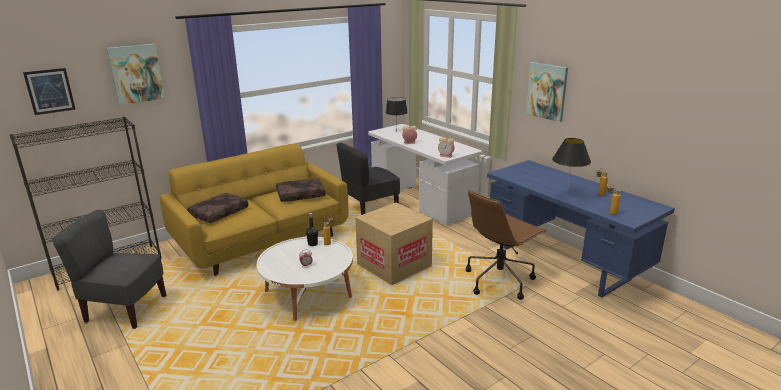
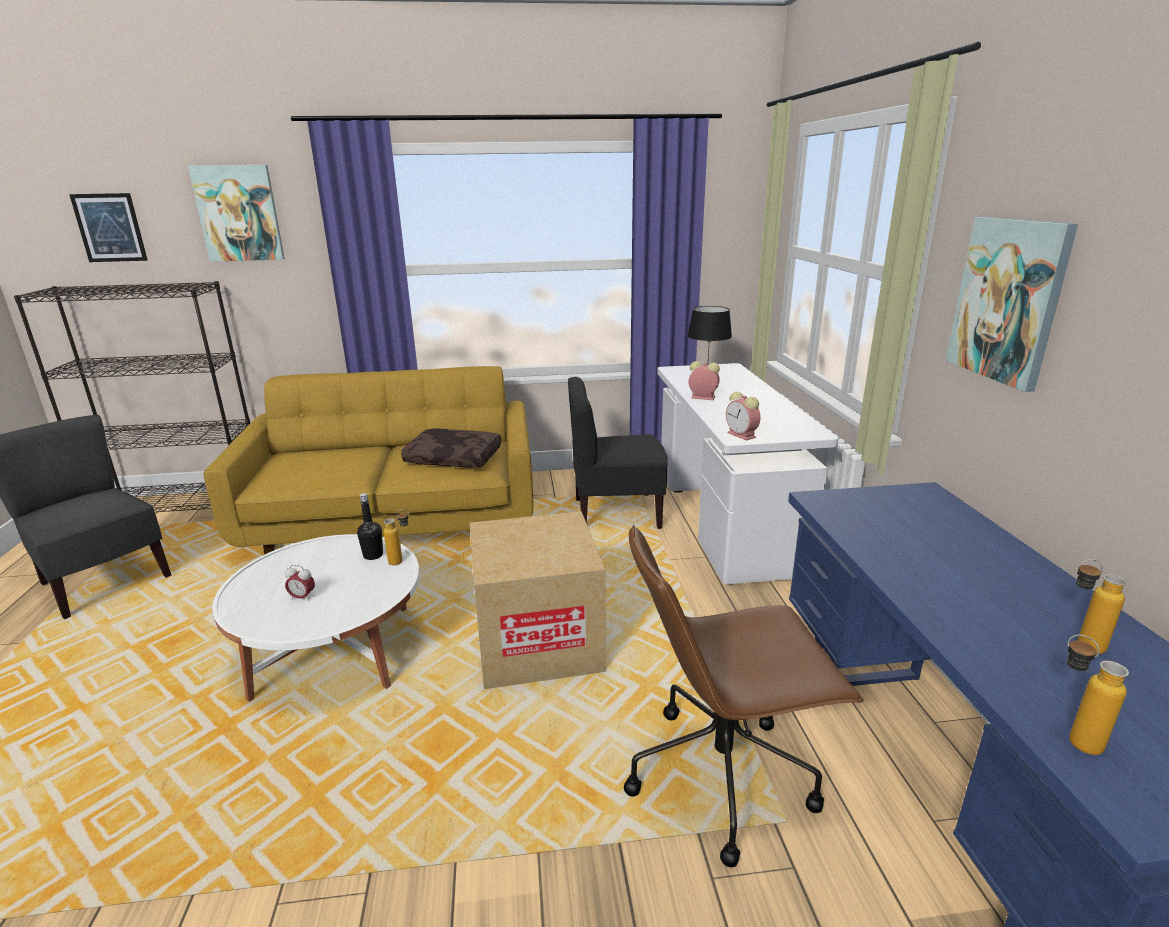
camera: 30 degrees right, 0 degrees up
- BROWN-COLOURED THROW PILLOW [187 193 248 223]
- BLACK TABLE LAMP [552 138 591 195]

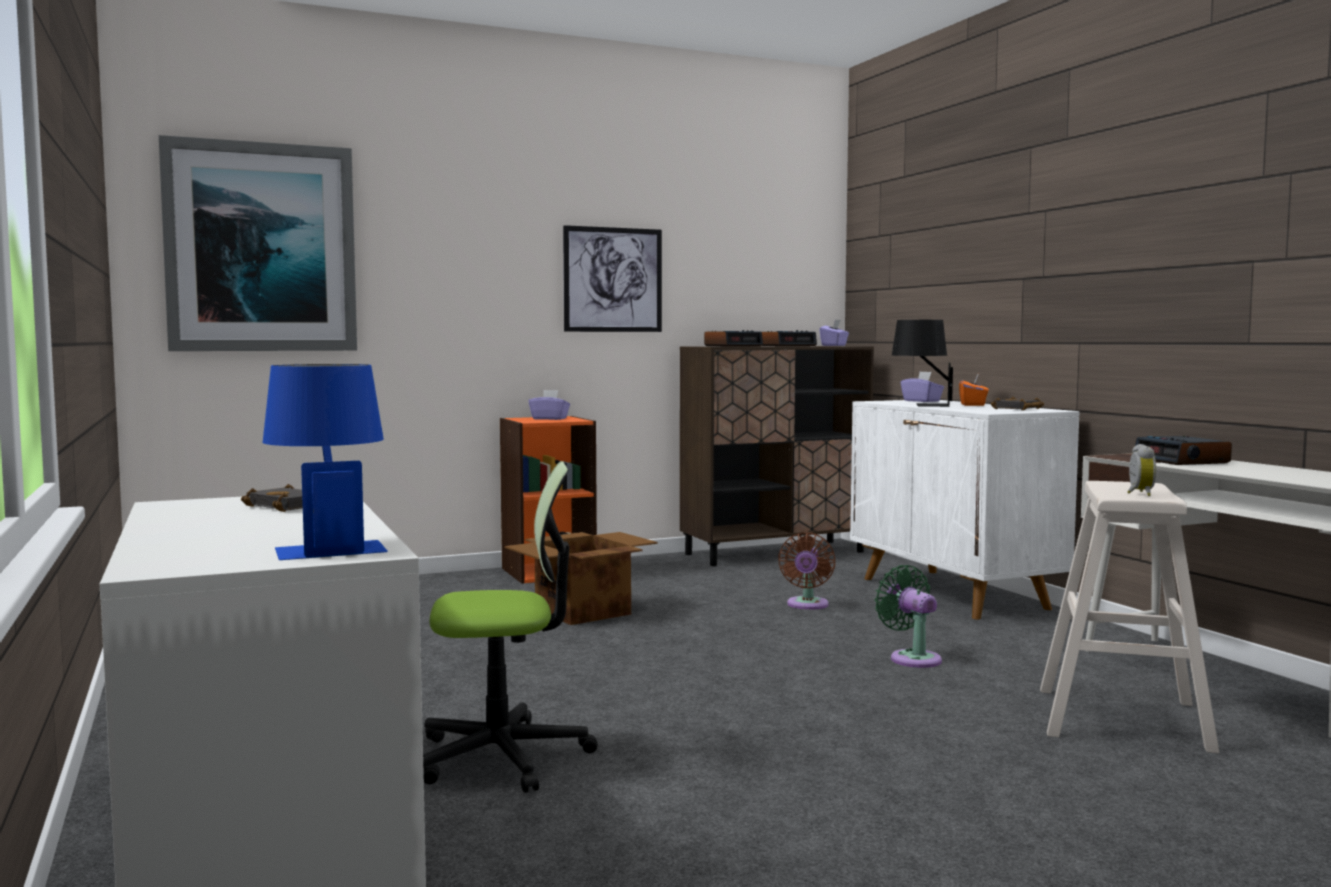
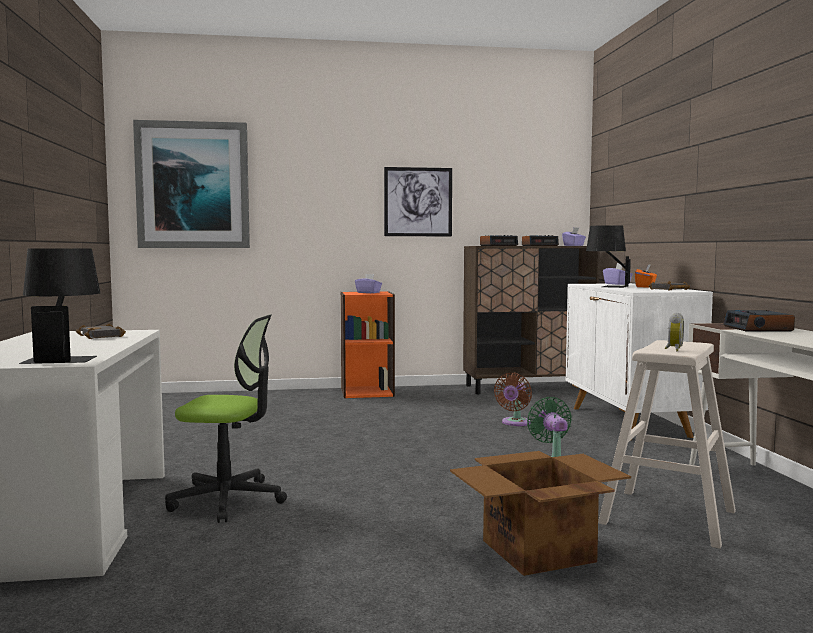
camera: 15 degrees right, 0 degrees up
~ BLUE-COLOURED TABLE LAMP [263 364 388 560] to BLACK TABLE LAMP [19 248 100 364]
~ PACKING BOX [505 532 657 625] to [450 451 631 576]

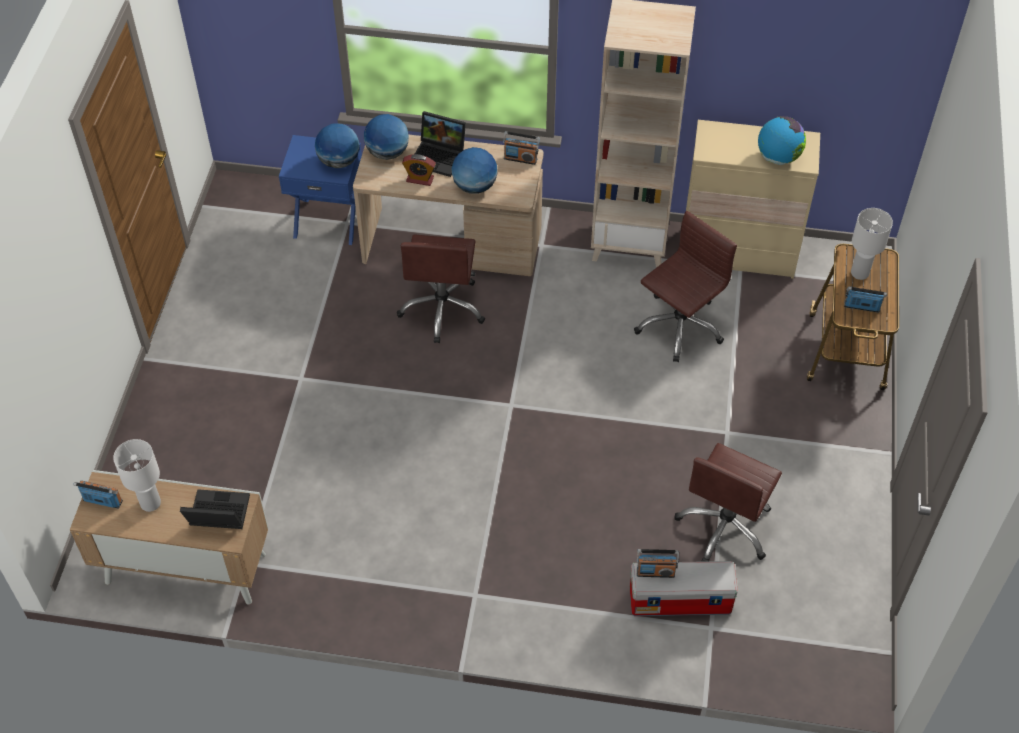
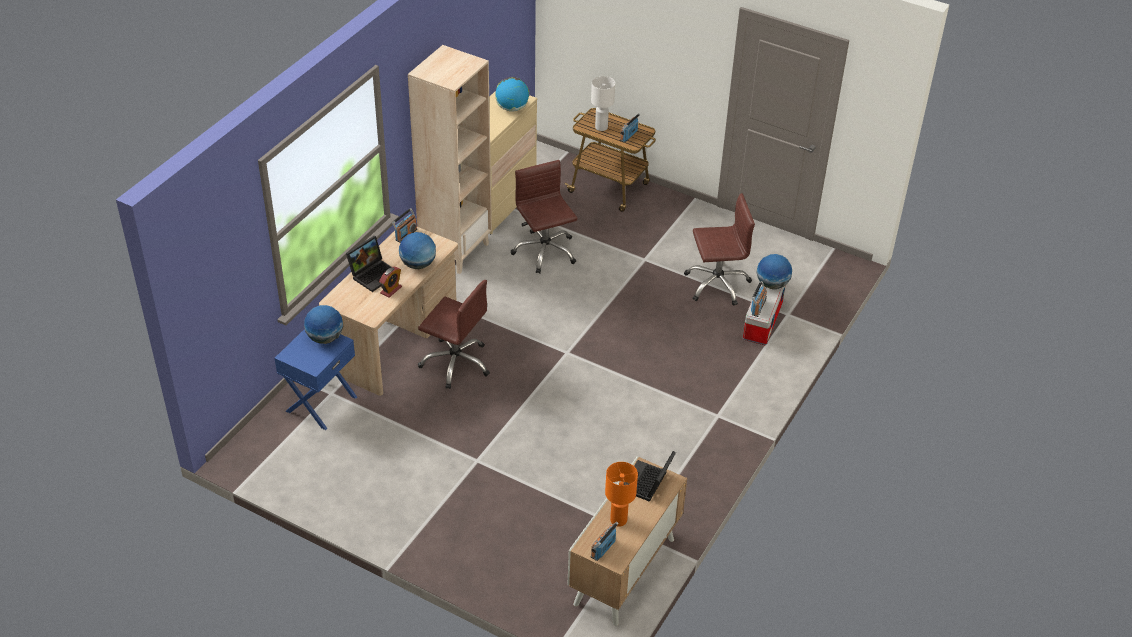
camera: 70 degrees left, 10 degrees down
~ WHITE TABLE LAMP [113 439 161 512] to ORANGE-COLOURED TABLE LAMP [605 462 638 527]
~ WORLD GLOBE [364 114 409 160] to [757 254 792 289]
~ BROWN-COLOURED COMPUTER CHAIR [674 443 782 562] = [684 193 755 306] 60 degrees counterclockwise

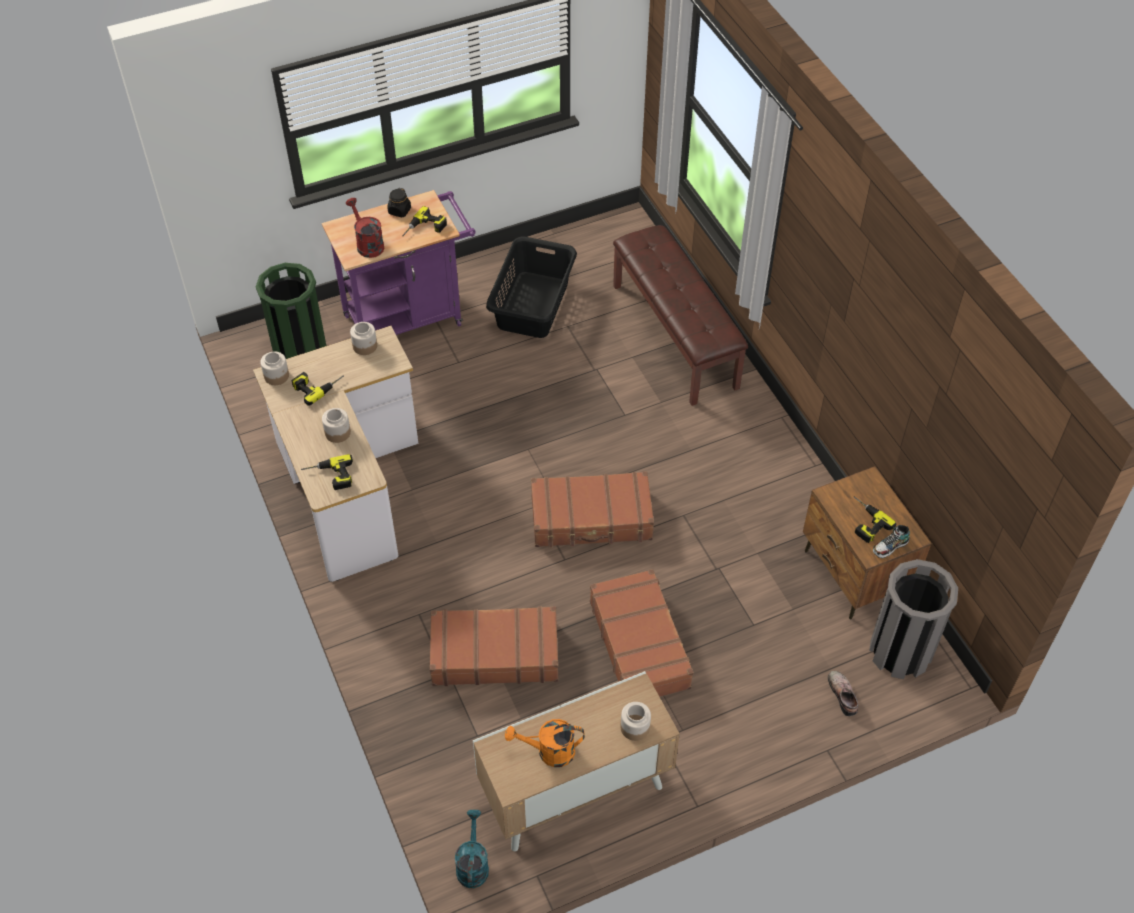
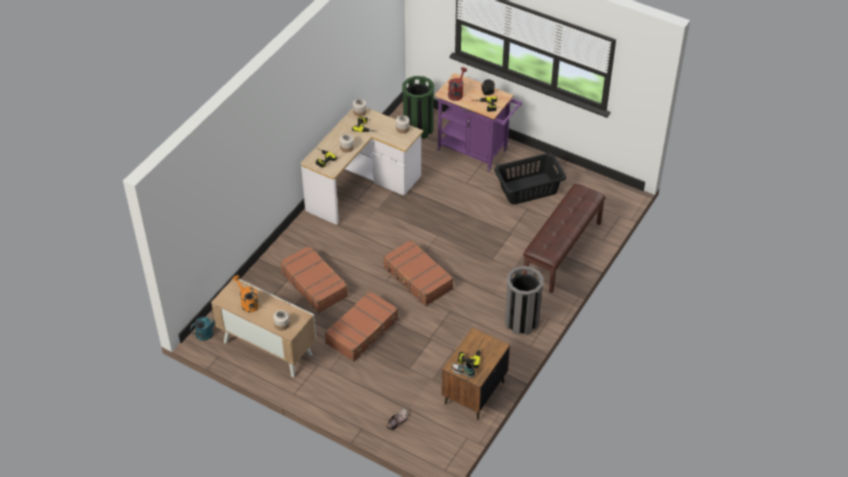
camera: 55 degrees right, 5 degrees down
~ GREYISH TRASH CAN [869 559 958 679] to [505 266 544 335]

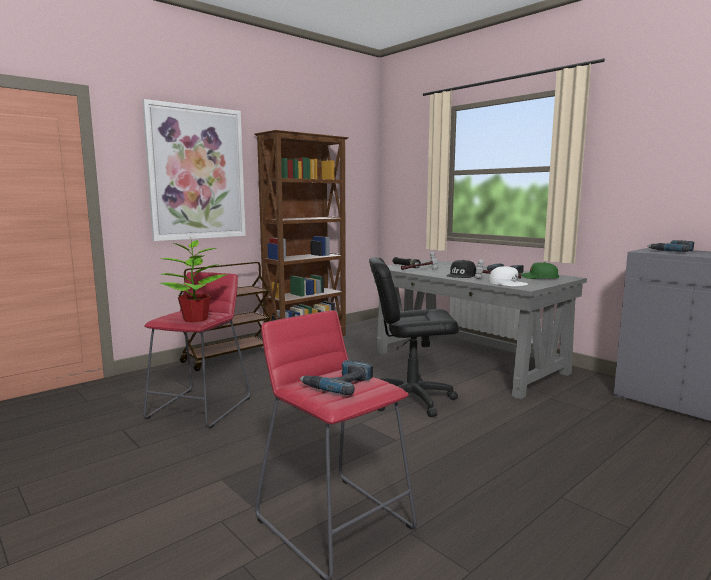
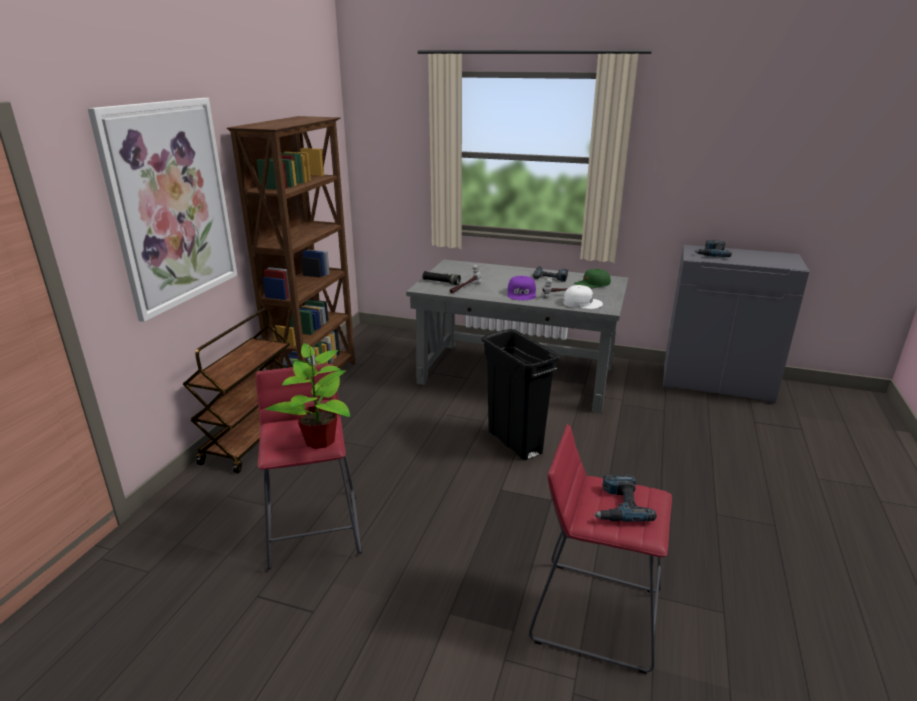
camera: 30 degrees left, 15 degrees up
~ BLACK COMPUTER CHAIR [369 257 459 417] to BLACK TRASH CAN [482 329 560 460]
~ BLACK PEAKED CAP [446 260 476 278] to PURPLE-COLOURED PEAKED CAP [507 276 536 300]

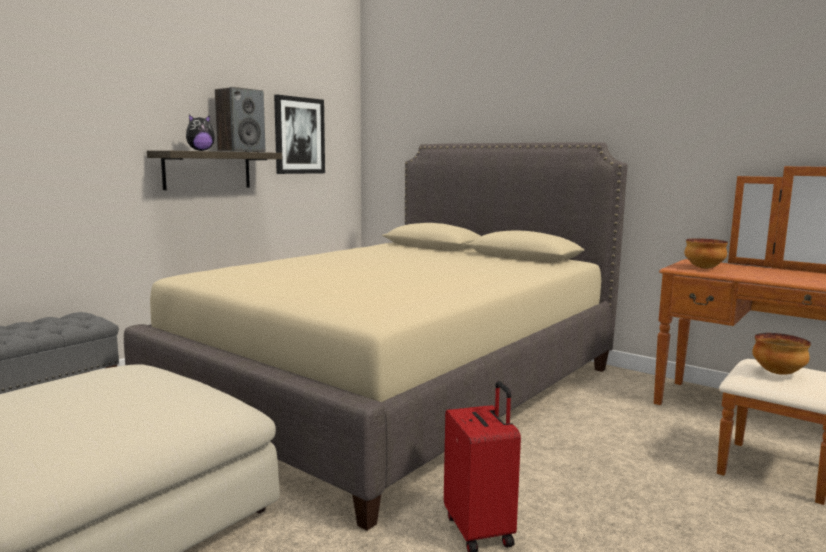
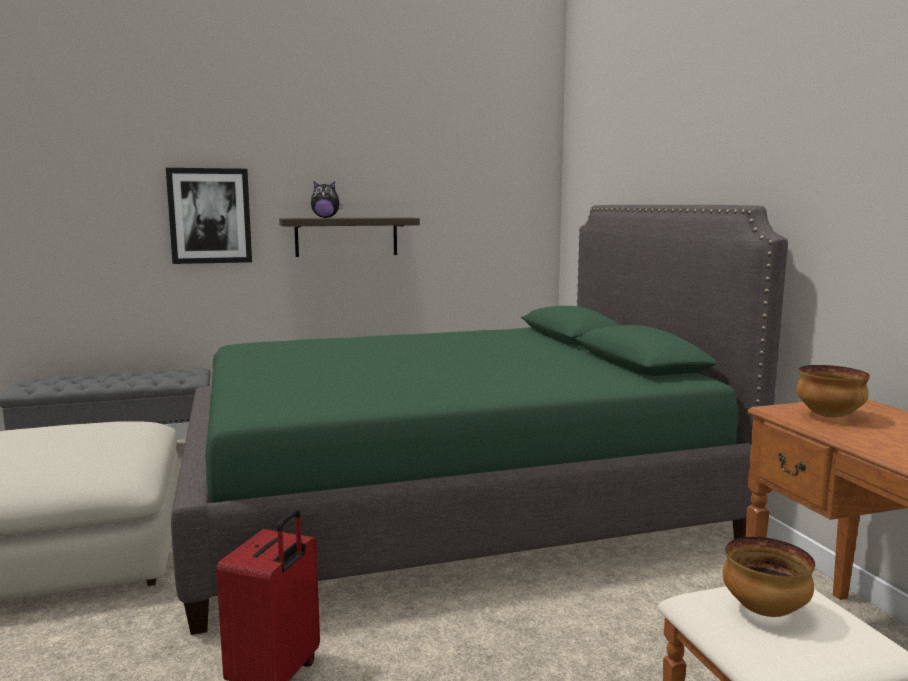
camera: 35 degrees right, 0 degrees up
~ SAND-COLOURED BEDROOM BED [124 142 628 531] to GREEN BEDROOM BED [171 205 788 635]
- SPEAKER [215 87 265 152]
~ PICTURE [274 95 325 174] to [166 168 252 264]

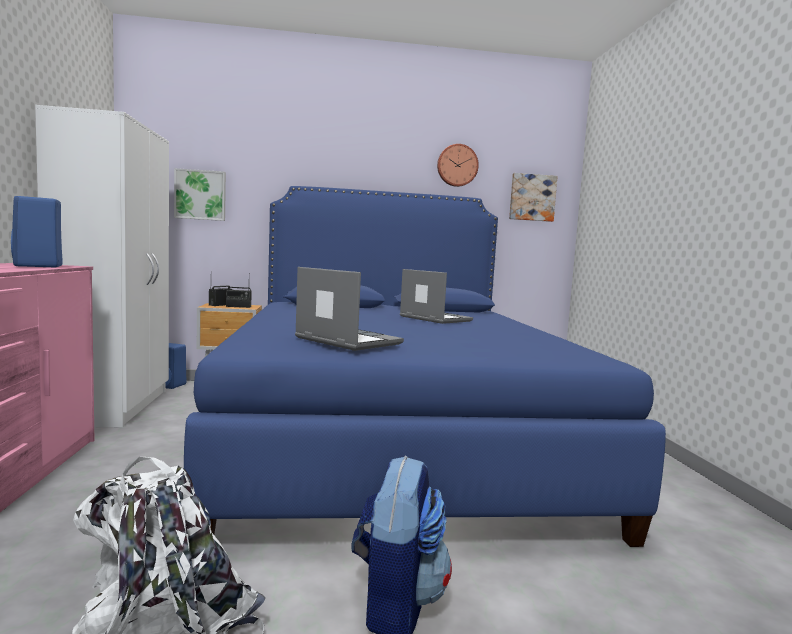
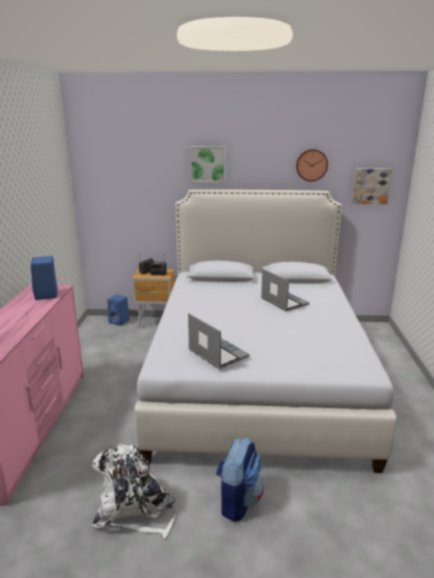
camera: 10 degrees right, 15 degrees up
- WHITE WARDROBE [35 105 169 427]
~ PICTURE [174 168 226 221] to [190 146 225 182]
~ BLUE-COLOURED BEDROOM BED [184 186 666 547] to WHITE BEDROOM BED [135 189 396 473]

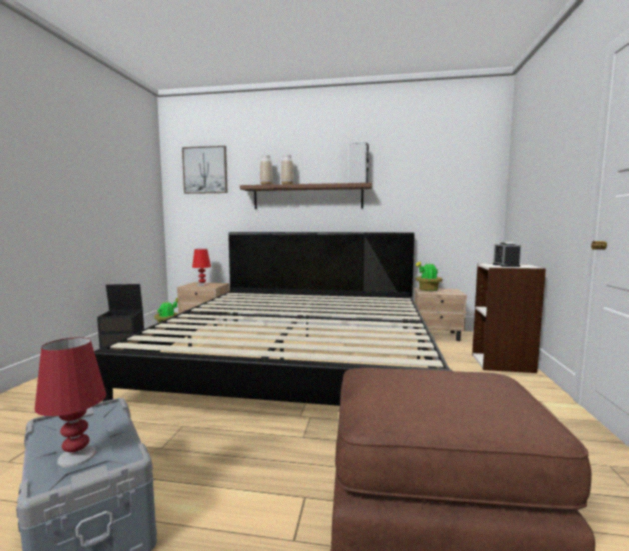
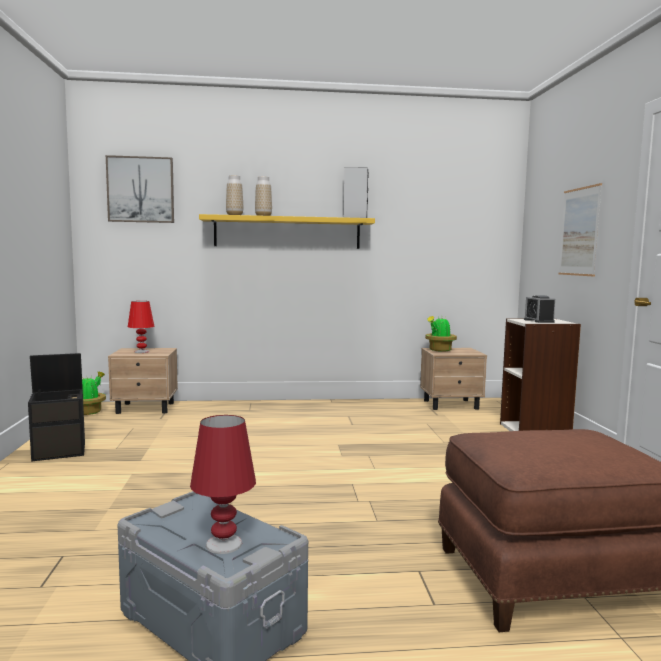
camera: 15 degrees left, 0 degrees up
- BEDROOM BED [94 232 452 406]
~ BROWN-COLOURED SHELF [240 183 372 209] to YELLOW-COLOURED SHELF [199 214 375 249]
+ PICTURE [558 183 602 277]

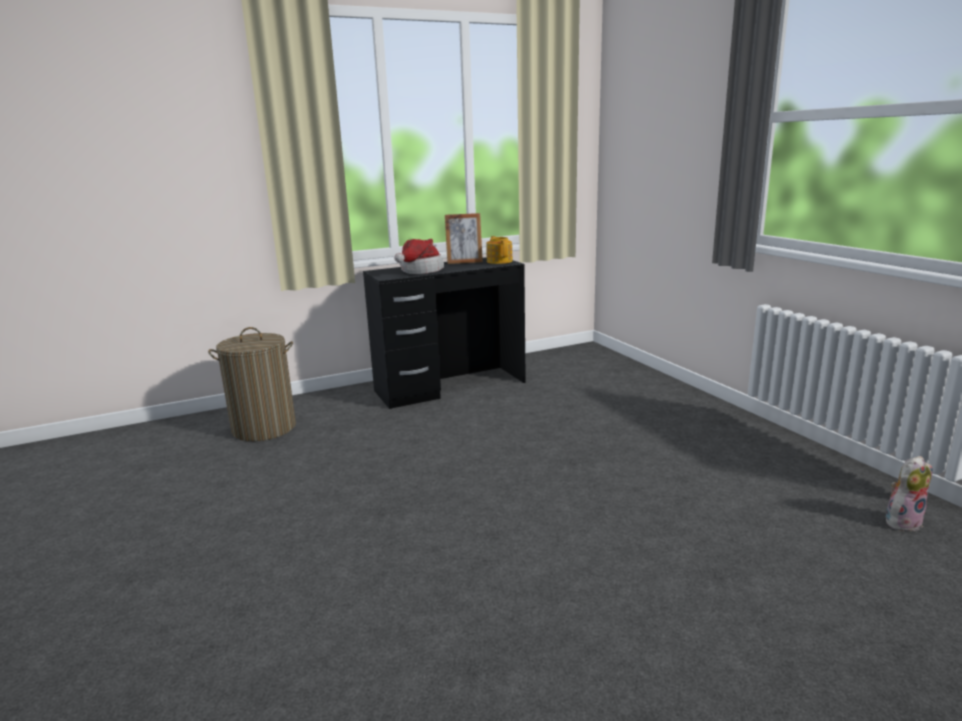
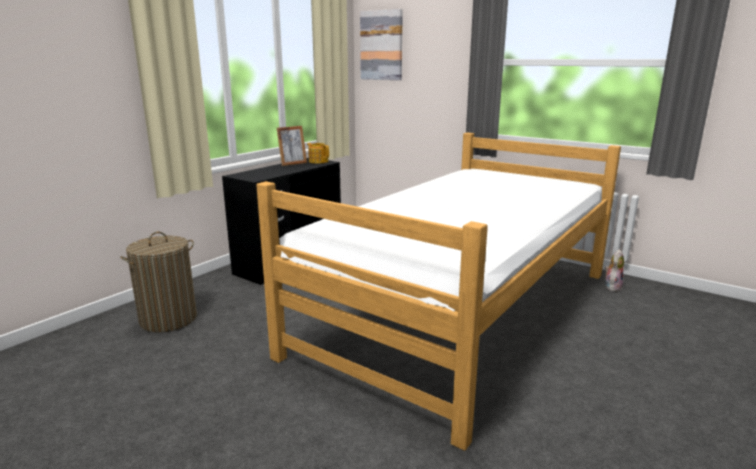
camera: 30 degrees left, 0 degrees up
- WEARABLE HAT [394 239 444 274]
+ BEDROOM BED [256 133 621 451]
+ PICTURE [360 9 403 80]

